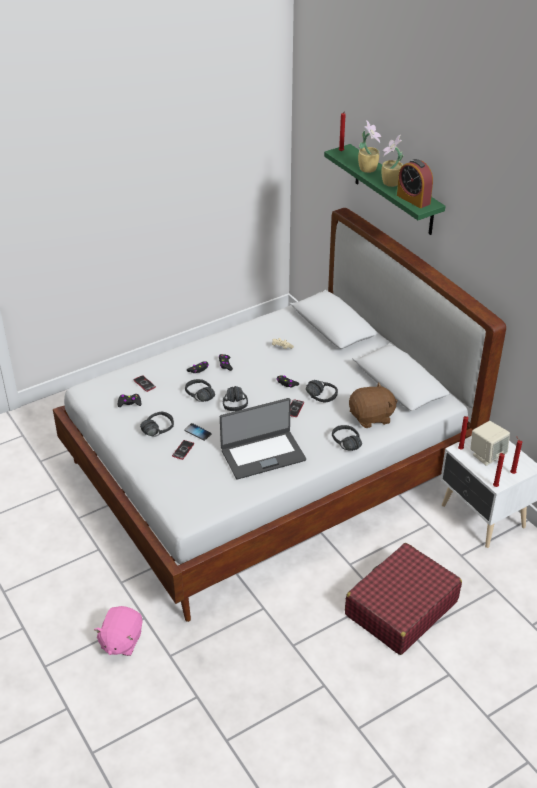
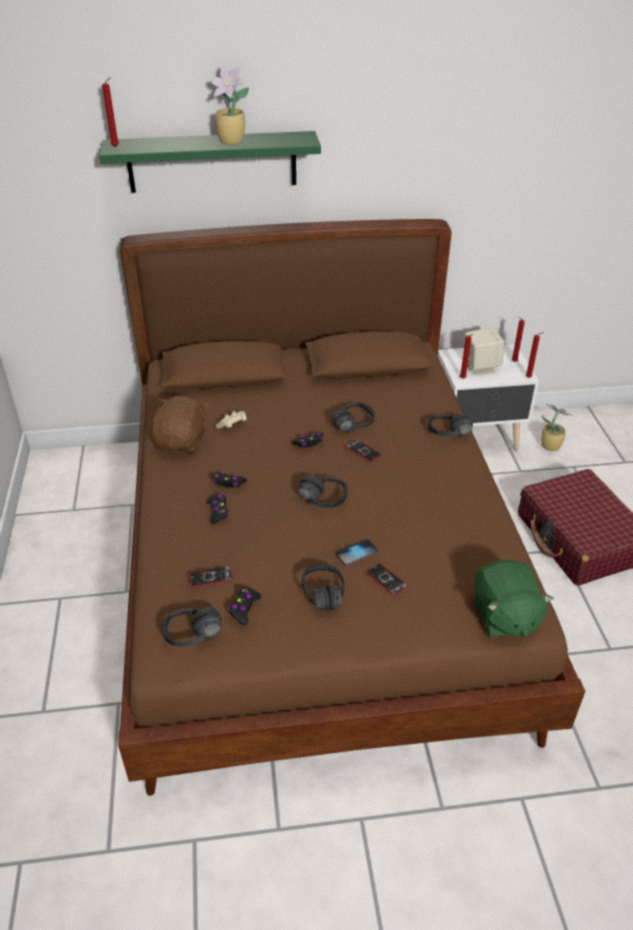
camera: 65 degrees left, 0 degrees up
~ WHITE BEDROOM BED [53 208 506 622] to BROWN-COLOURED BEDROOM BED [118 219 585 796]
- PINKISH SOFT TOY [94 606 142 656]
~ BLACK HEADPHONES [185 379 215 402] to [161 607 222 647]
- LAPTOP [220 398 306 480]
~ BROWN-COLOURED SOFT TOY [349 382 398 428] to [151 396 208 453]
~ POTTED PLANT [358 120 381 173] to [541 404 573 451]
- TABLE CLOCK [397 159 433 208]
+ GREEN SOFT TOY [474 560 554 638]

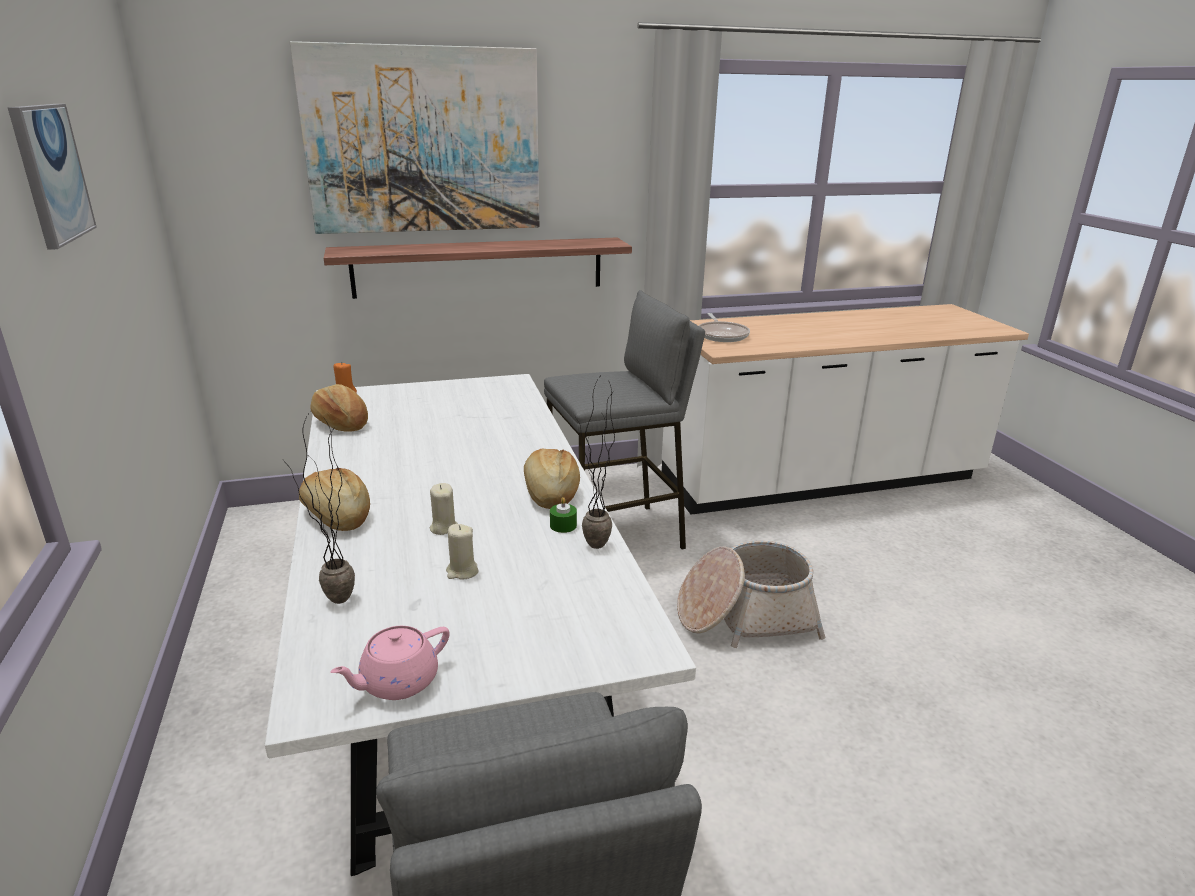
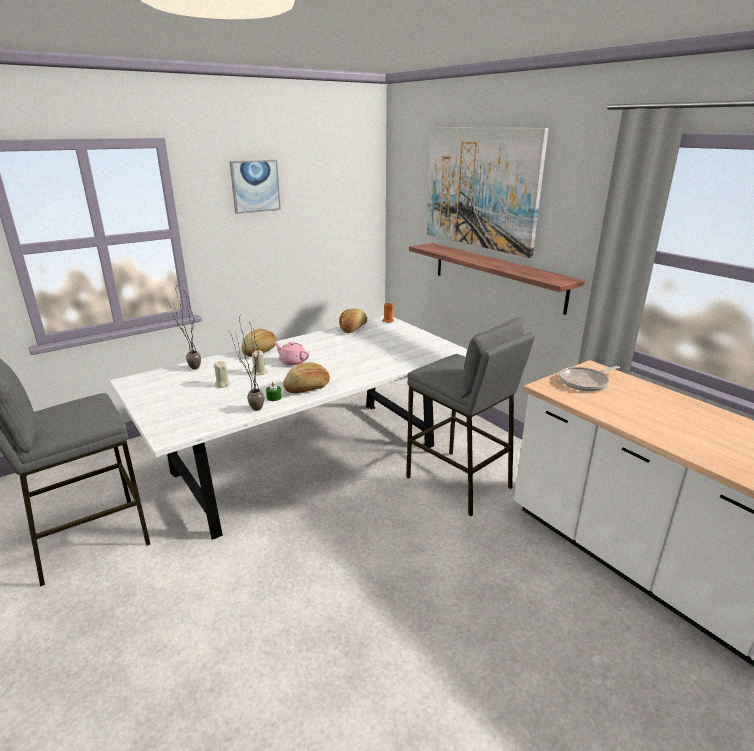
camera: 70 degrees right, 0 degrees up
~ PINKISH TEAPOT [330 626 450 700] to [274 342 309 366]
- STORAGE BASKET [677 541 825 648]

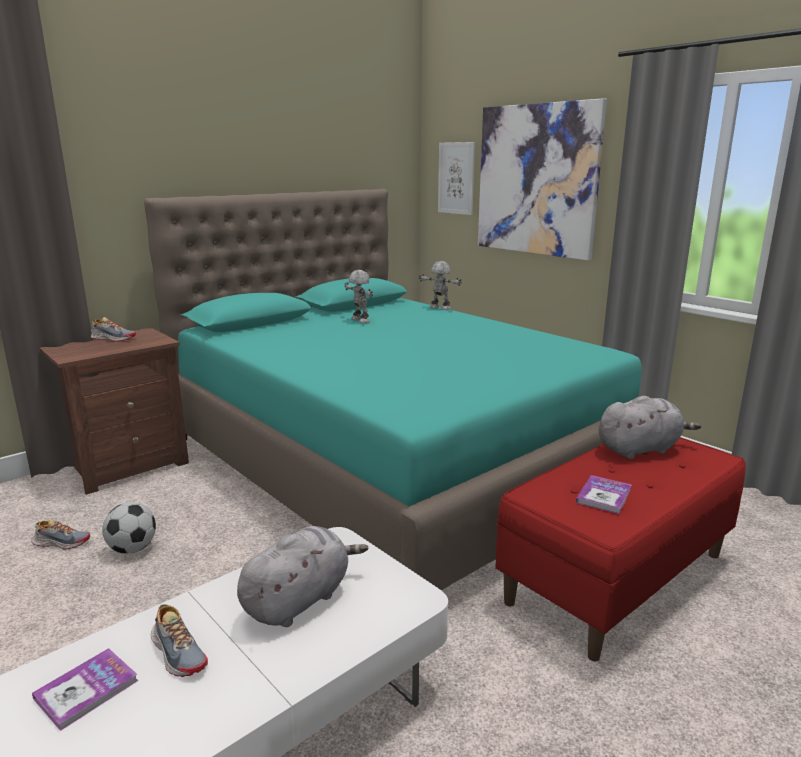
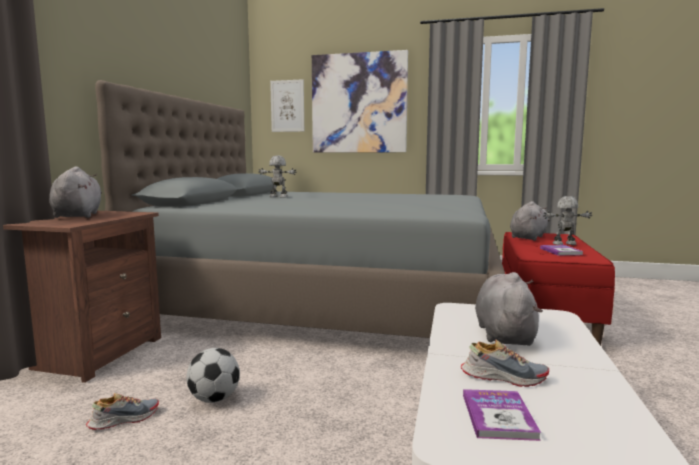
camera: 35 degrees left, 10 degrees down
~ LOW SHOE [91 317 136 342] to GREYISH SOFT TOY [49 166 102 218]
~ TURQUOISE BEDROOM BED [144 189 642 591] to GREYISH BEDROOM BED [95 80 505 338]
~ ROBOT FIGURE [419 261 462 310] to [543 196 592 245]

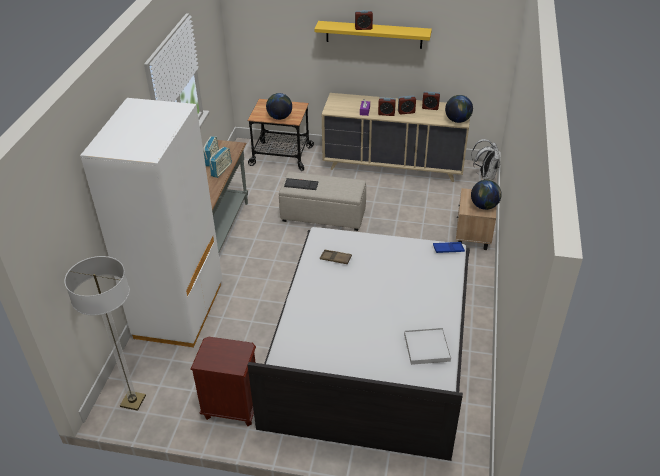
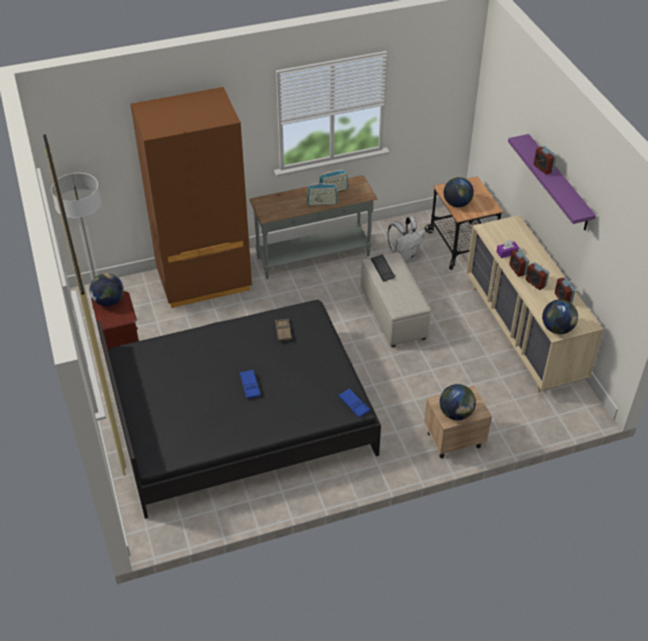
camera: 60 degrees right, 5 degrees up
~ WHITE WARDROBE [80 98 222 348] to BROWN-COLOURED WARDROBE [130 87 252 308]
~ WHITE BEDROOM BED [248 227 470 461] to BLACK BEDROOM BED [97 300 381 519]
~ YELLOW-COLOURED SHELF [315 21 432 49] to PURPLE-COLOURED SHELF [508 134 596 231]
- WHITE TRAY [404 328 451 365]
~ WHITE RUCKSACK [471 139 500 180] to [387 217 426 262]
+ WORLD GLOBE [90 273 124 306]
+ BLUE-COLOURED TRAY [240 370 260 399]

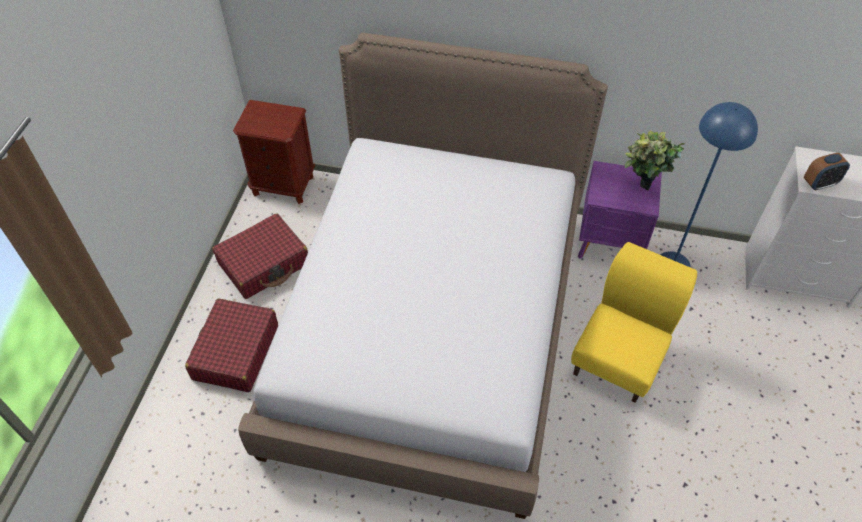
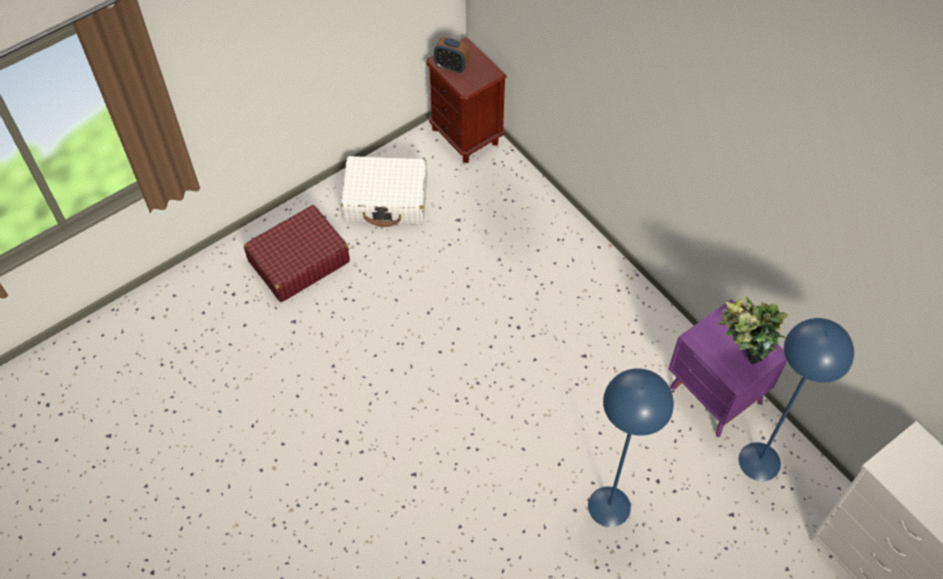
camera: 40 degrees right, 5 degrees up
~ RED PIECE OF LUGGAGE [212 213 308 299] to WHITE PIECE OF LUGGAGE [341 156 427 227]
- BEDROOM BED [238 33 608 519]
~ YELLOW-COLOURED CHAIR [571 242 697 403] to BLUE-COLOURED STANDARD LAMP [588 368 674 527]
~ TABLE CLOCK [804 153 850 191] to [434 37 470 73]

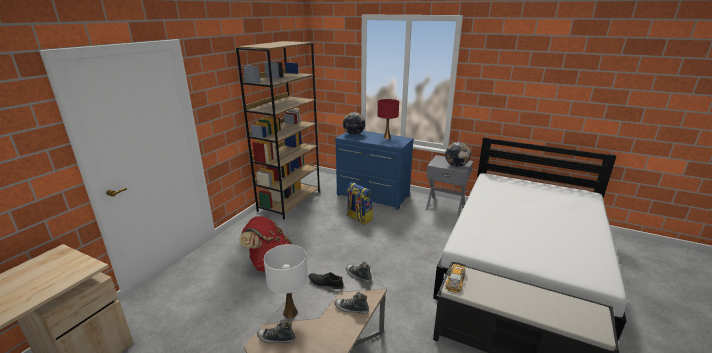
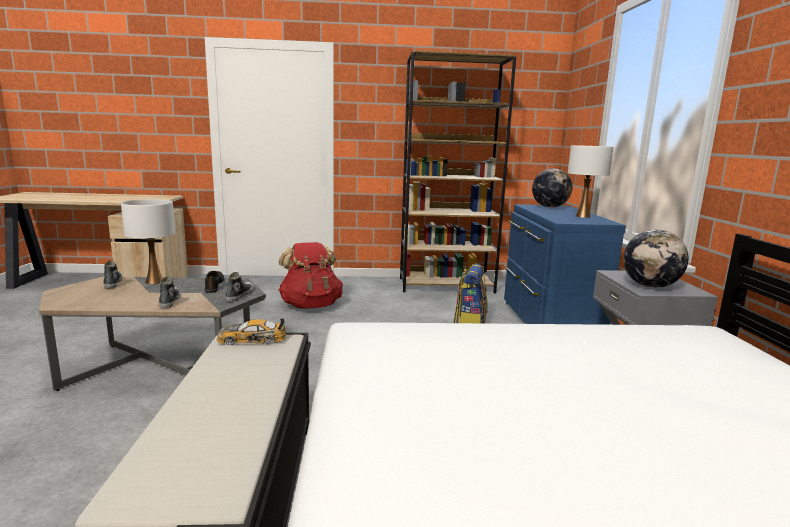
camera: 60 degrees right, 10 degrees down
~ RED TABLE LAMP [377 99 399 139] to WHITE TABLE LAMP [568 145 613 218]

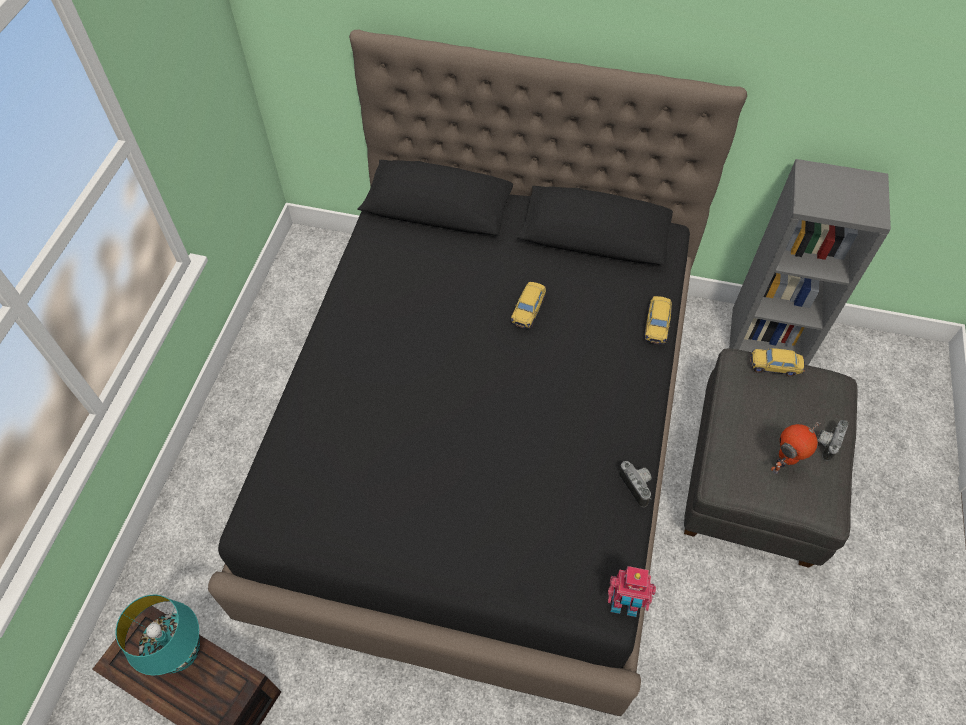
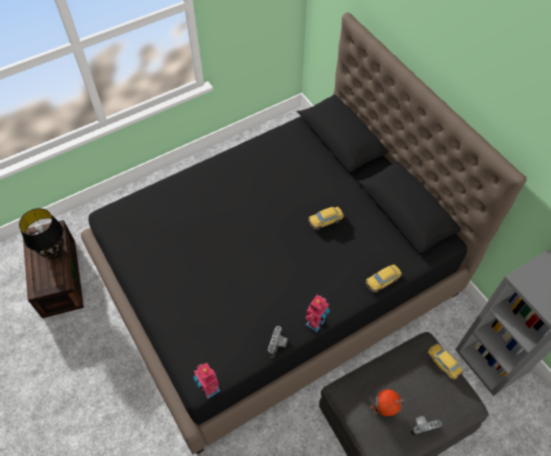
camera: 45 degrees right, 0 degrees up
~ TURQUOISE TABLE LAMP [116 595 200 676] to BLACK TABLE LAMP [19 208 64 259]
+ ROBOT FIGURE [306 295 330 332]

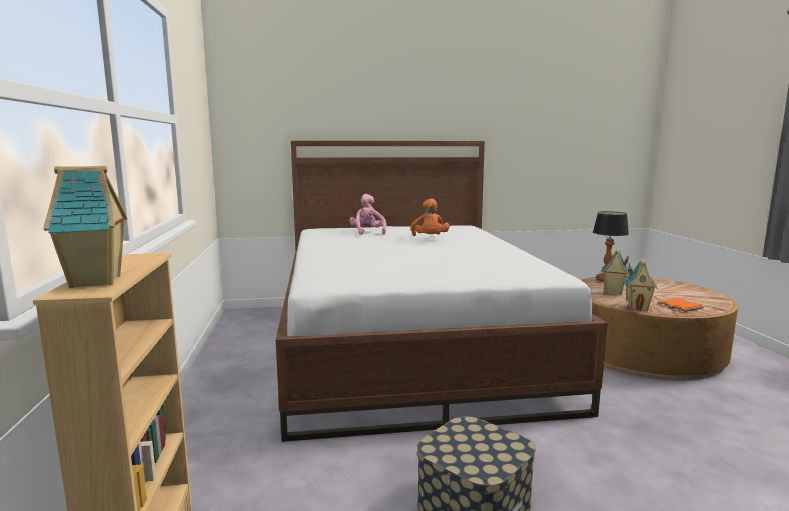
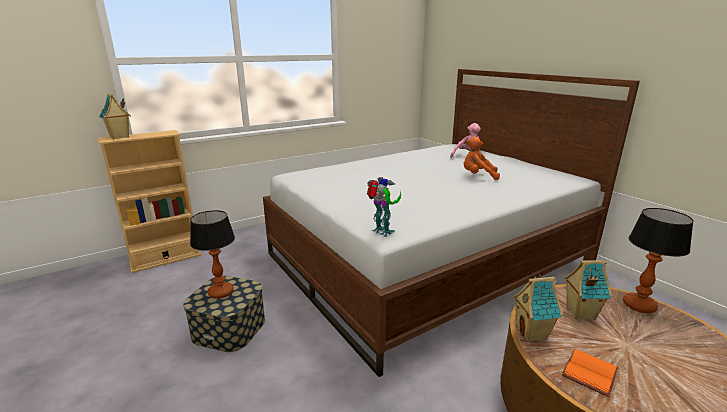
camera: 65 degrees right, 10 degrees up
~ ORANGE-COLOURED SOFT TOY [411 198 450 236] = [464 137 500 180] 45 degrees clockwise
+ TABLE LAMP [190 210 235 299]
+ ROBOT FIGURE [367 177 401 237]

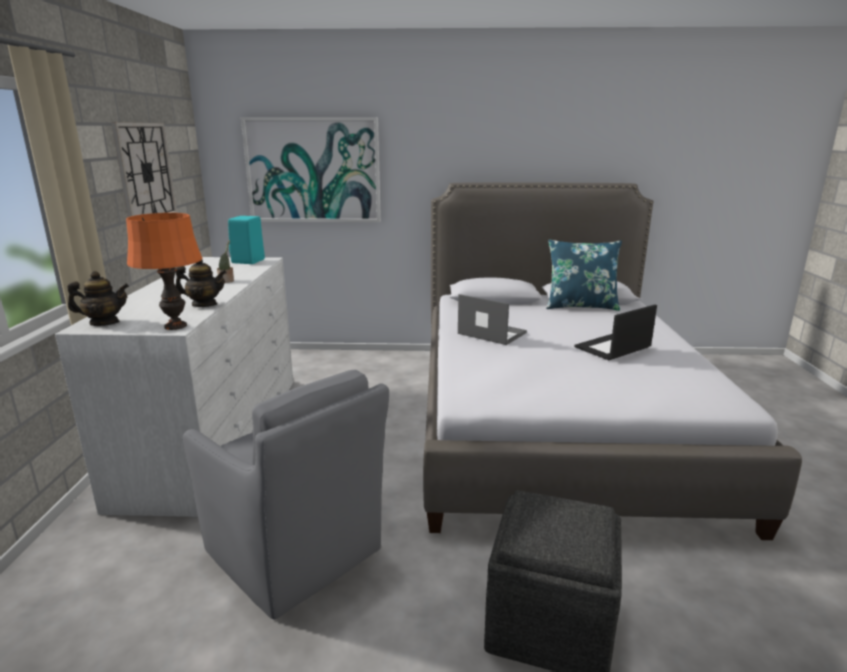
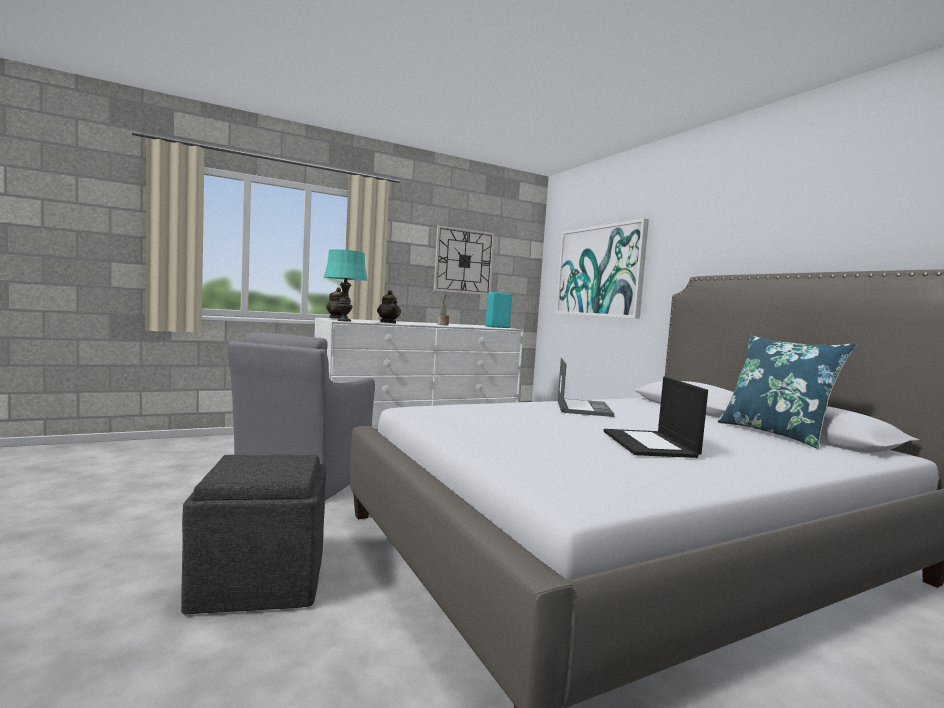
camera: 60 degrees right, 15 degrees down
~ ORANGE-COLOURED TABLE LAMP [126 213 202 330] to TURQUOISE TABLE LAMP [324 249 367 322]
~ LAPTOP [574 305 657 360] = [604 377 708 458] 120 degrees counterclockwise

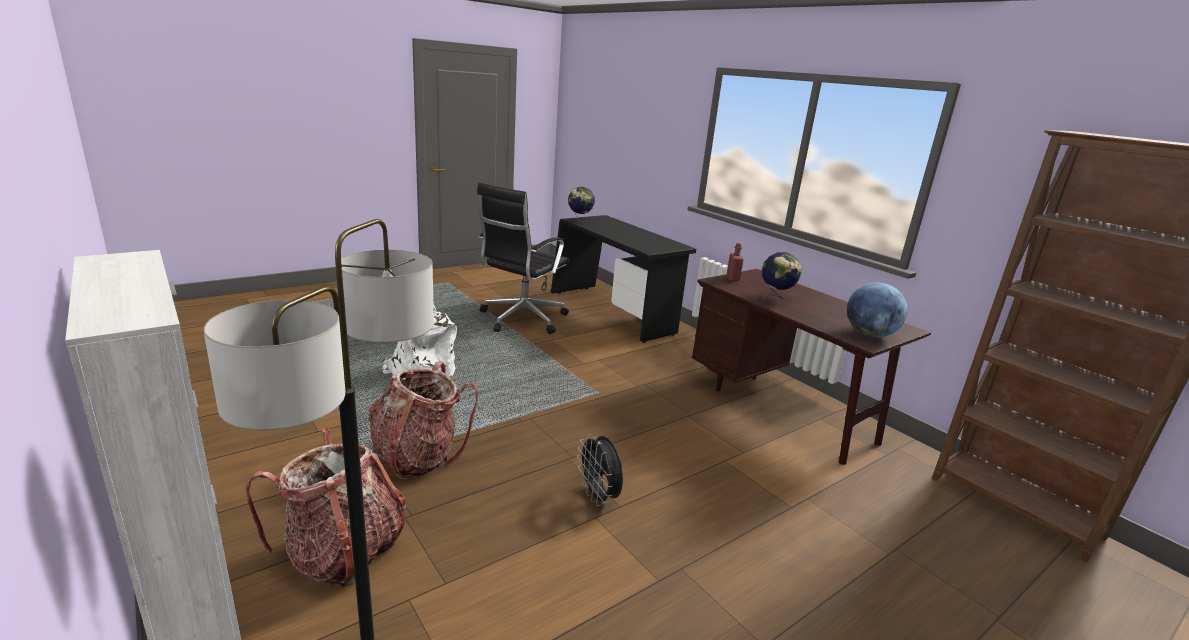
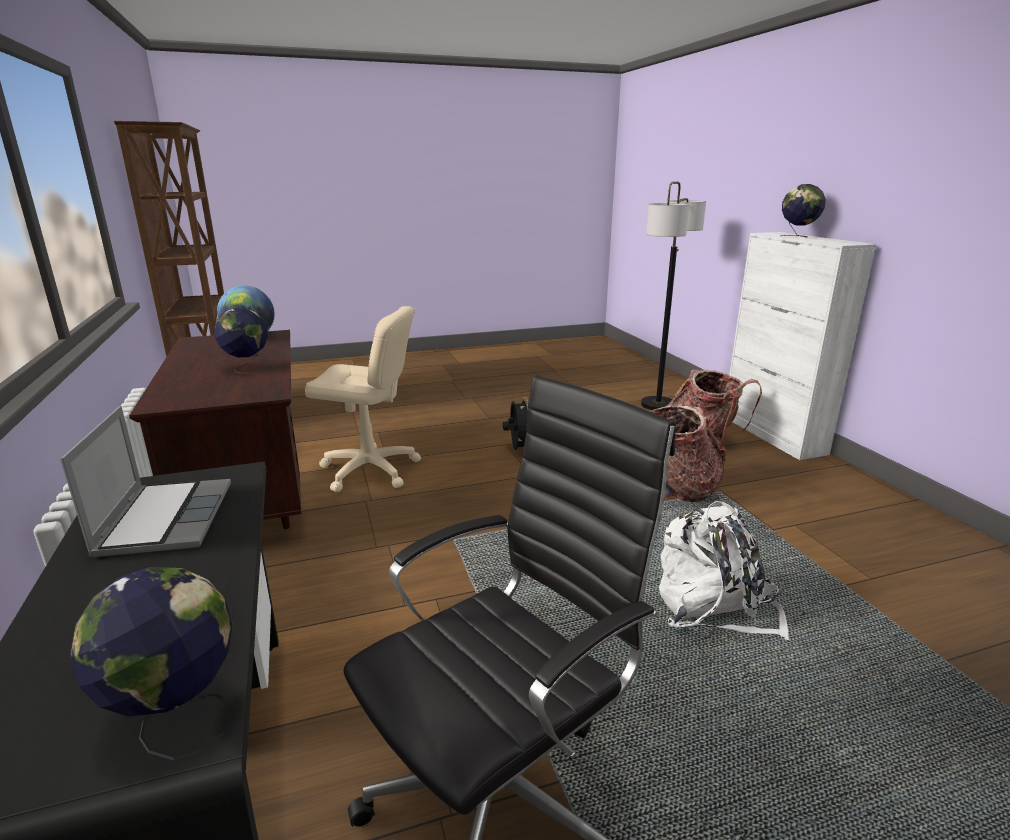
camera: 160 degrees left, 0 degrees up
- RED DRINK BOTTLE [726 243 744 282]
+ LAPTOP [60 406 231 557]
+ SAND-COLOURED COMPUTER CHAIR [305 306 421 492]
+ WORLD GLOBE [781 184 826 237]

